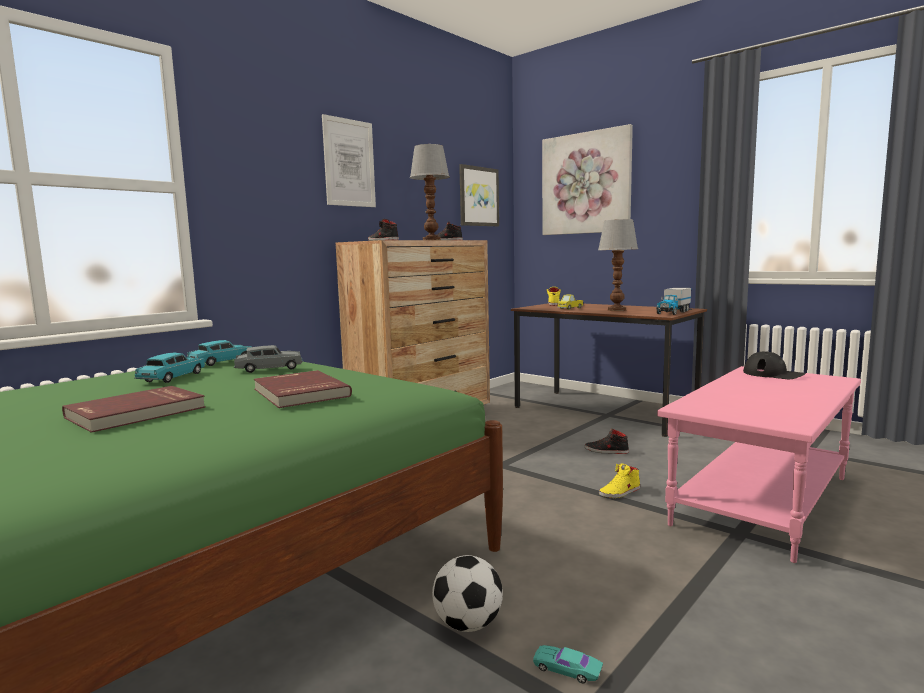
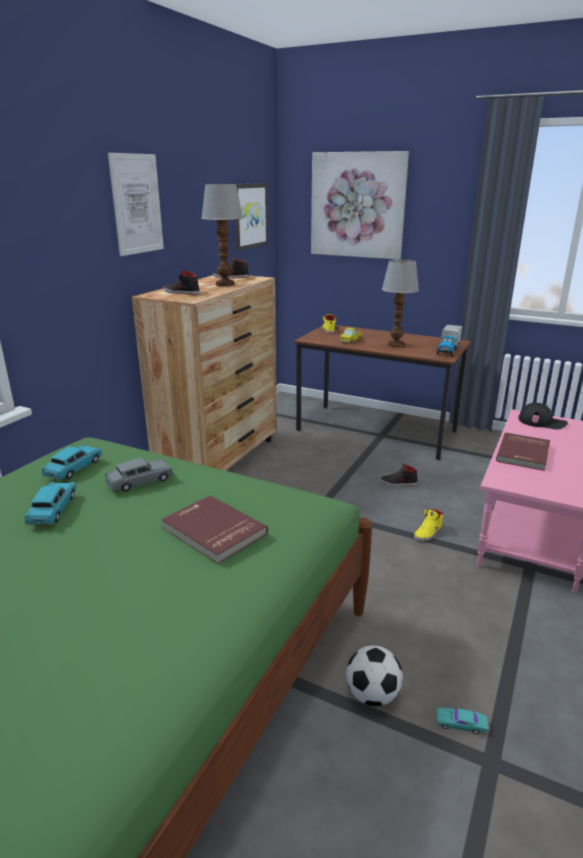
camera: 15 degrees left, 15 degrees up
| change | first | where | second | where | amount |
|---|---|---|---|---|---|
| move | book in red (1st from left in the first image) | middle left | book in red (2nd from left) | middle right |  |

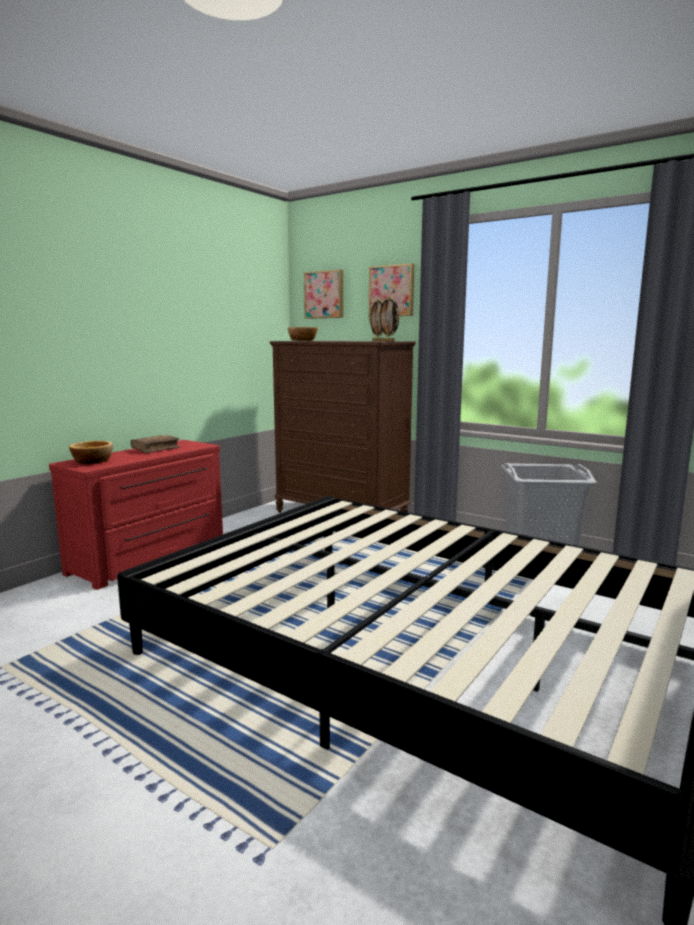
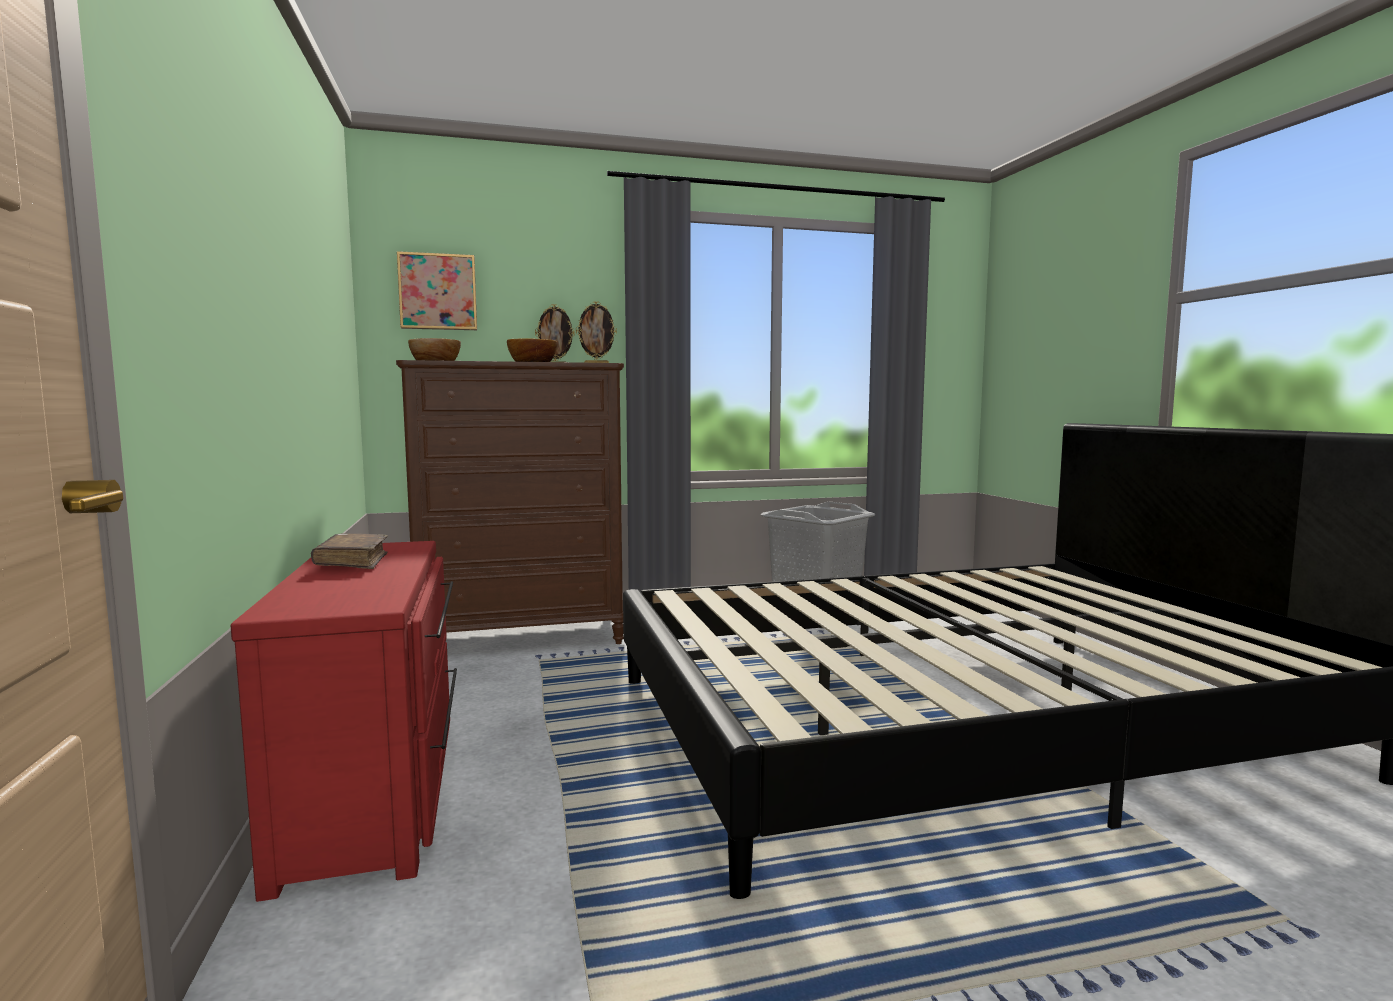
camera: 50 degrees left, 5 degrees down
| change | first | where | second | where | amount |
|---|---|---|---|---|---|
| move | bowl (1st from left in the first image) | middle left | bowl (2nd from left) | centre |  |
| delete | picture (2nd from left) | top centre |  |  |  |

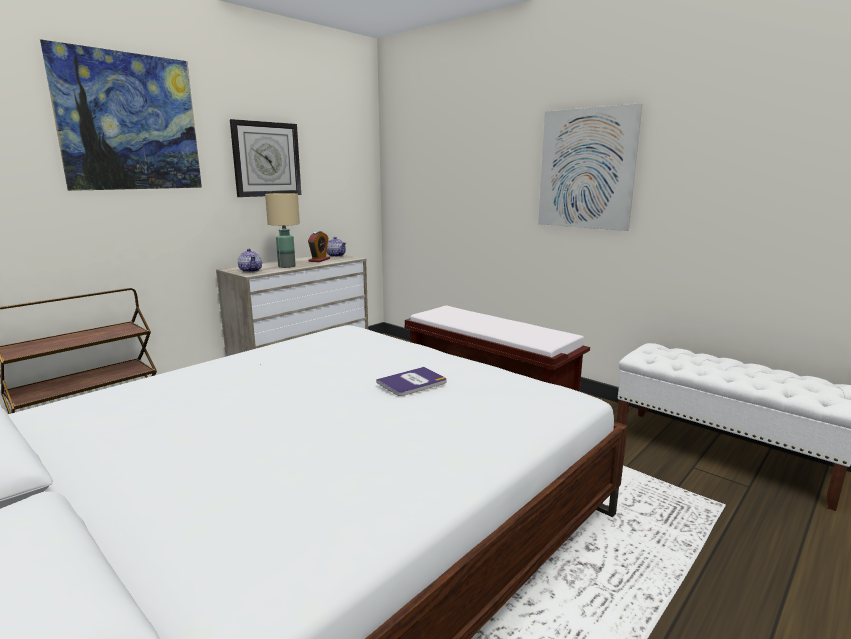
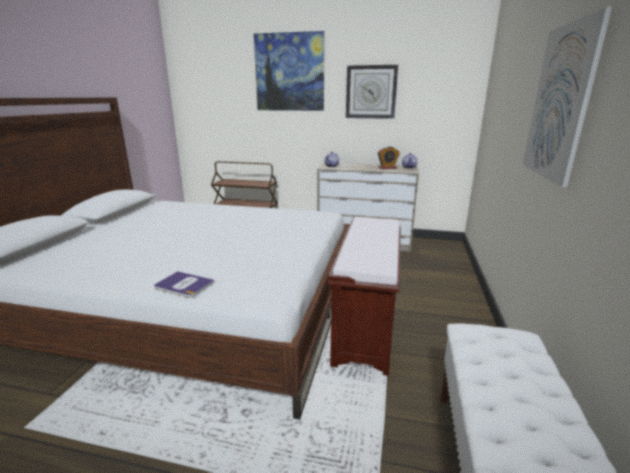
camera: 60 degrees right, 5 degrees up
| change | first | where | second | where | amount |
|---|---|---|---|---|---|
| delete | table lamp in beige | middle left |  |  |  |
| move | book | centre |  | middle left |  |

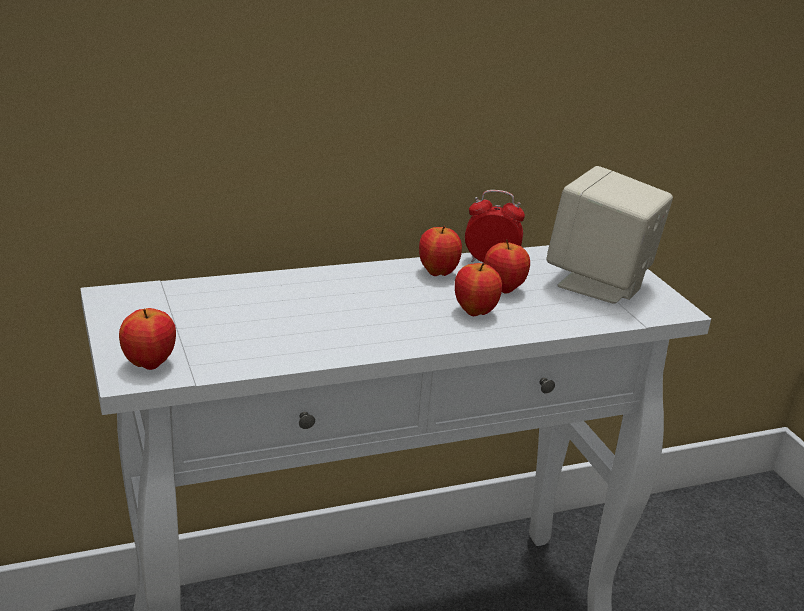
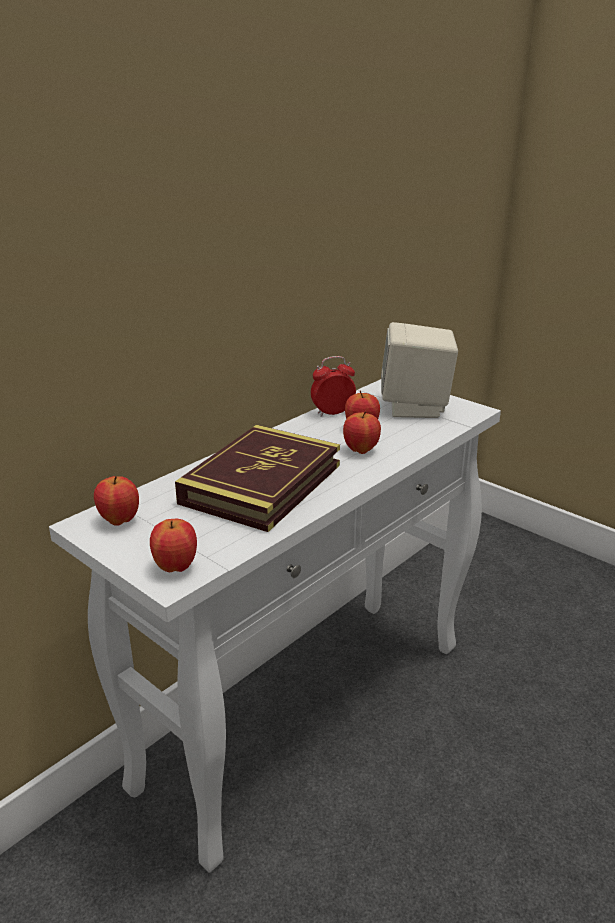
camera: 25 degrees left, 0 degrees up
| change | first | where | second | where | amount |
|---|---|---|---|---|---|
| move | apple (2nd from left in the first image) | centre | apple (1st from left) | middle left |  |
| insert |  |  | book | centre |  |

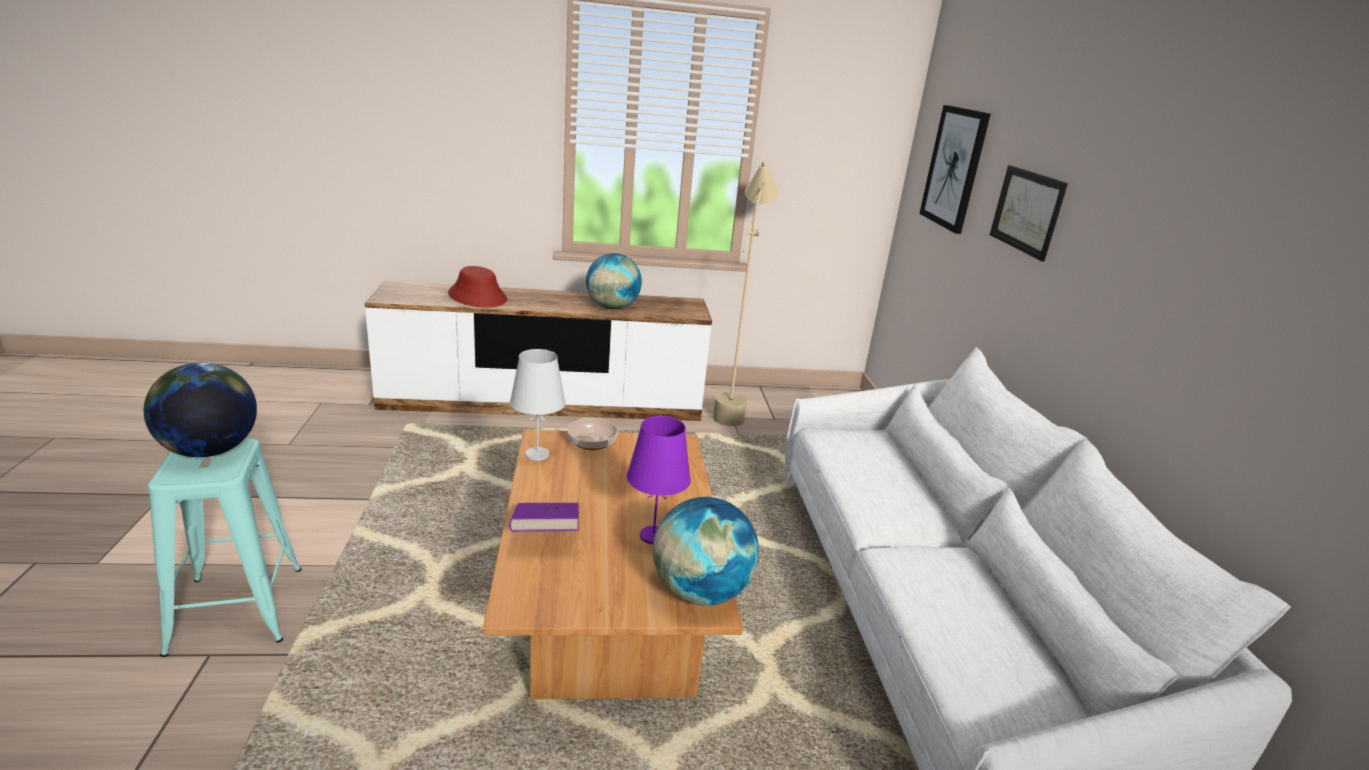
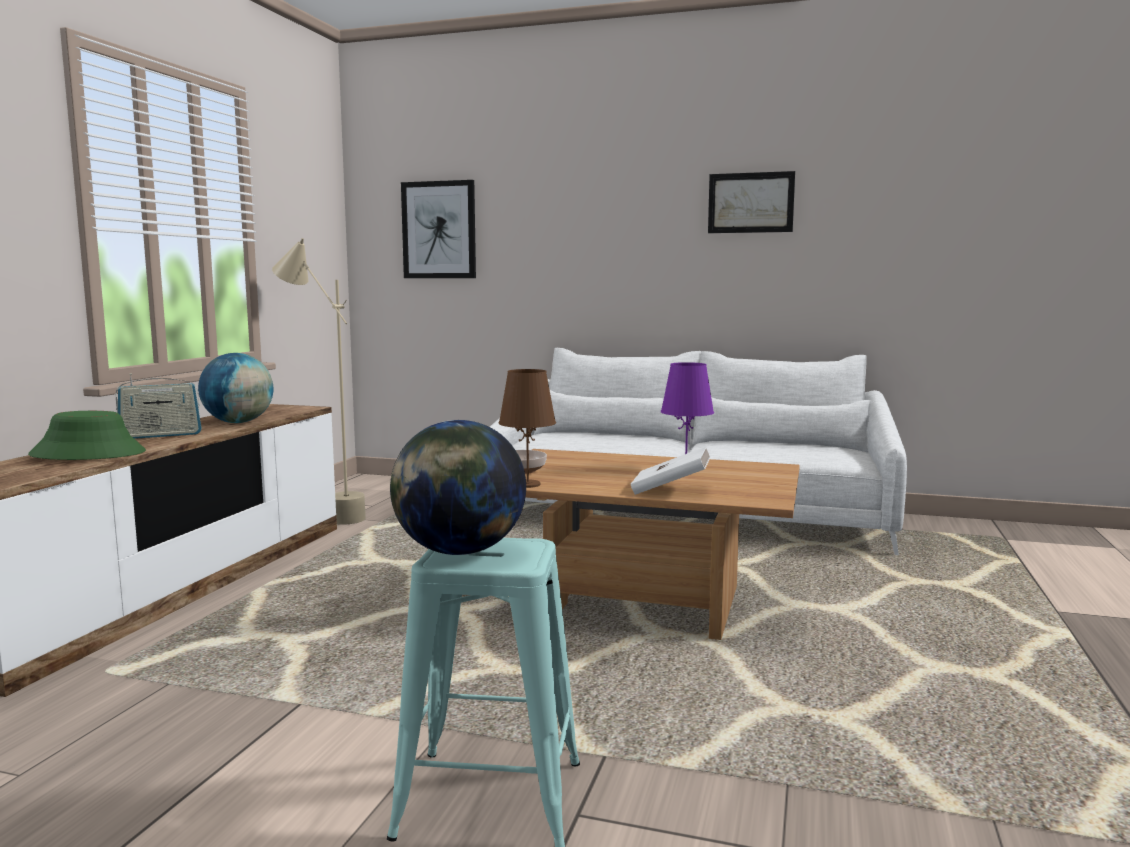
camera: 65 degrees left, 15 degrees down
| change | first | where | second | where | amount |
|---|---|---|---|---|---|
| recolor | hat in red | centre | hat in green | middle left |  |
| recolor | book in purple | bottom centre | book in white | centre |  |
| recolor | table lamp in white | centre | table lamp in brown | centre |  |
| delete | globe (3rd from left) | bottom centre |  |  |  |
| move | picture (2nd from left) | top right |  | top centre |  |
| insert |  |  | radio | middle left |  |

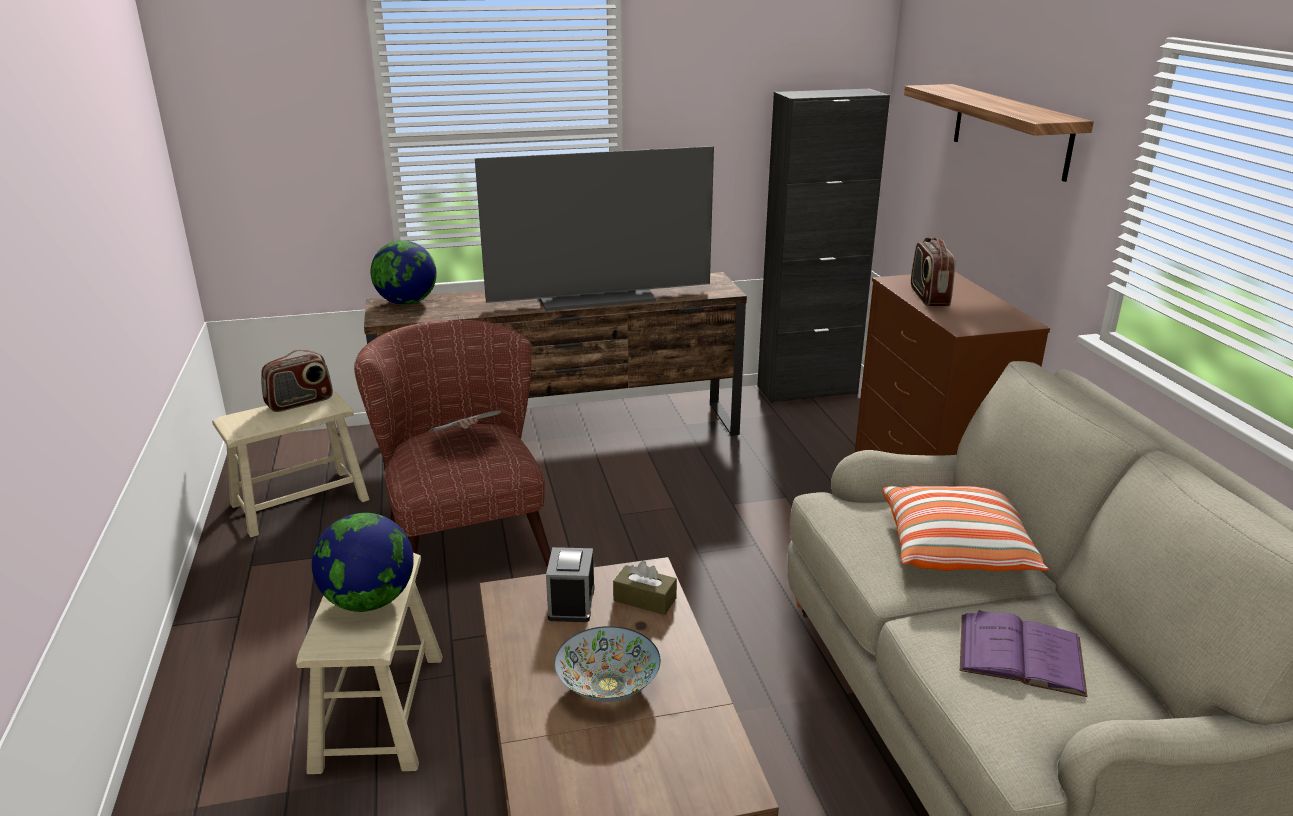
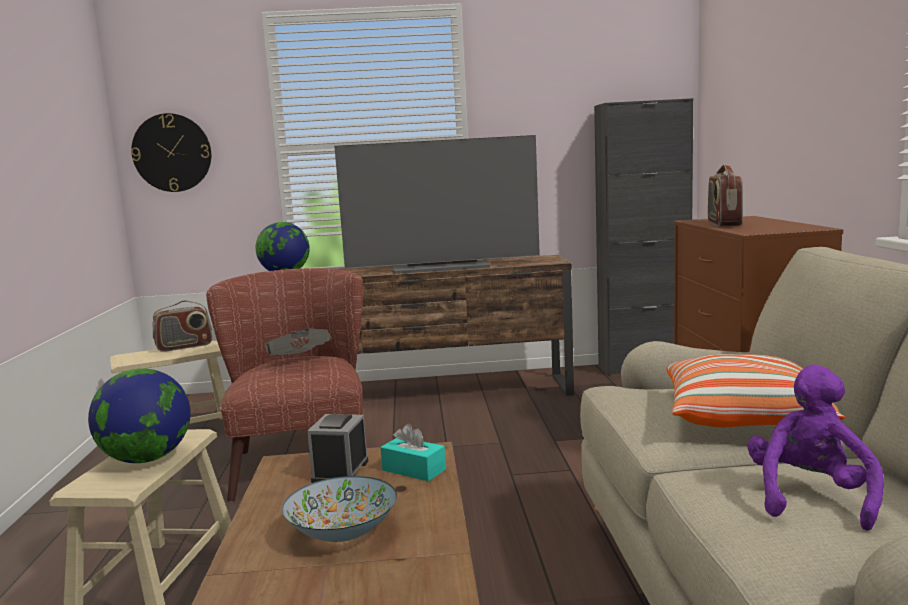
camera: 10 degrees right, 15 degrees down
| change | first | where | second | where | amount |
|---|---|---|---|---|---|
| recolor | tissue box in brown | bottom centre | tissue box in turquoise | bottom centre |  |
| delete | shelf | top right |  |  |  |
| replace | book in purple | bottom right | plush toy in purple | bottom right |  |
| insert |  |  | wall clock | top left |  |

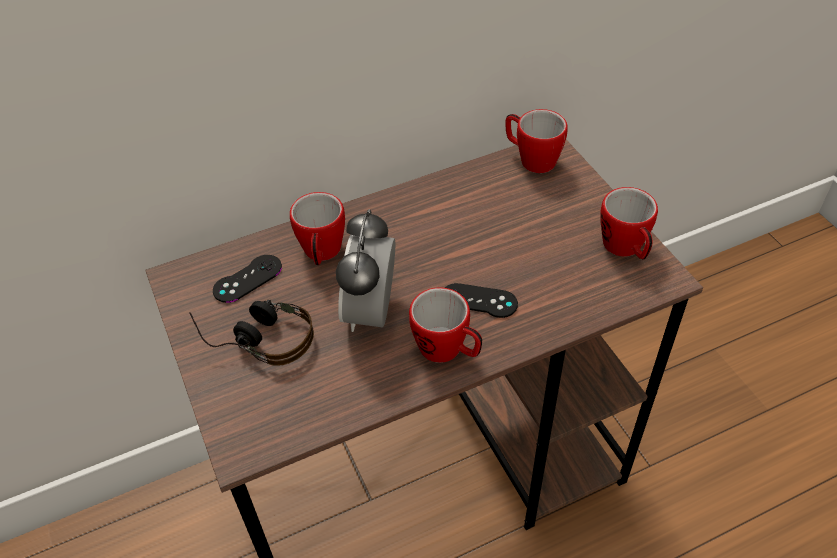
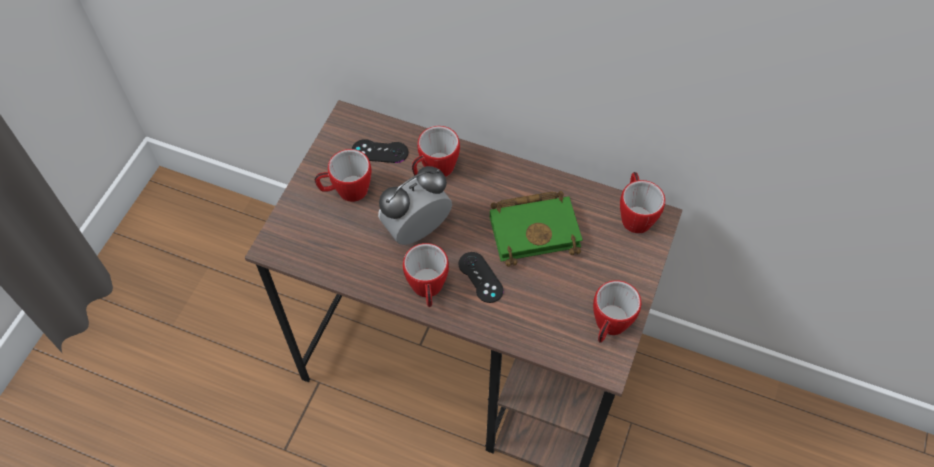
camera: 45 degrees right, 10 degrees up
| change | first | where | second | where | amount |
|---|---|---|---|---|---|
| replace | headphones | middle left | mug (1st from left) | centre |  |
| insert |  |  | book in green | centre |  |

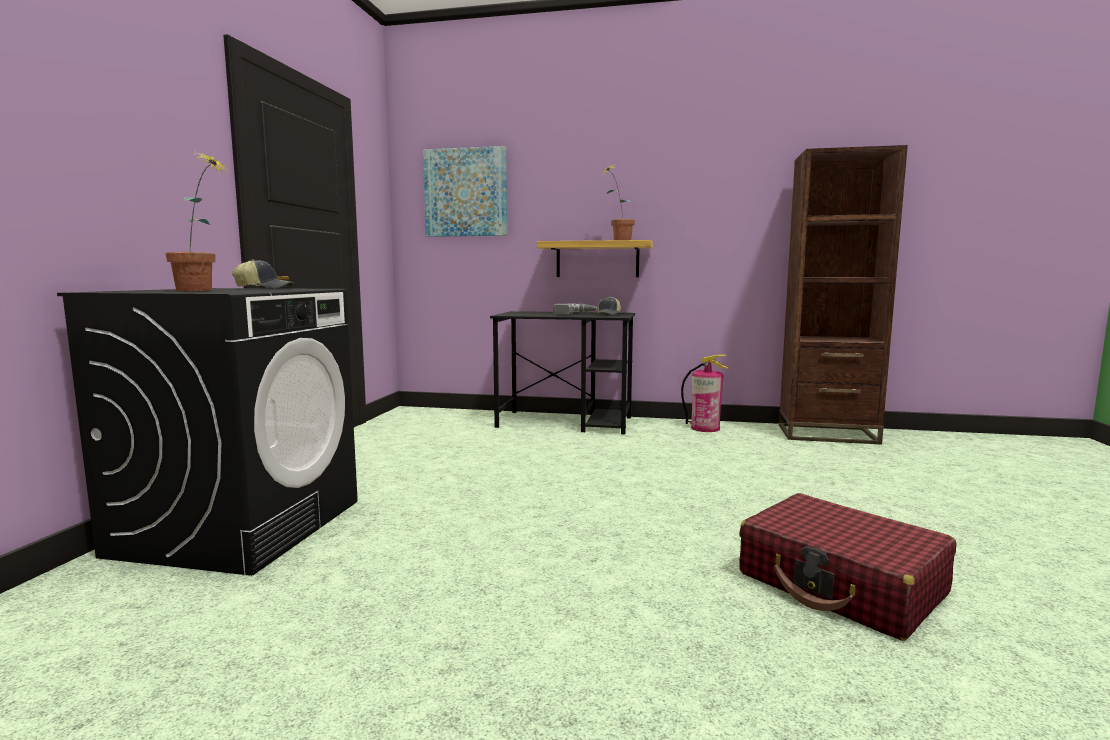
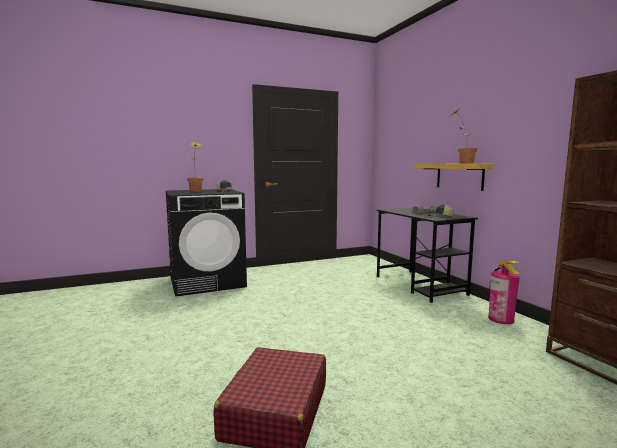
camera: 55 degrees right, 0 degrees up
| change | first | where | second | where | amount |
|---|---|---|---|---|---|
| delete | picture | top centre |  |  |  |

